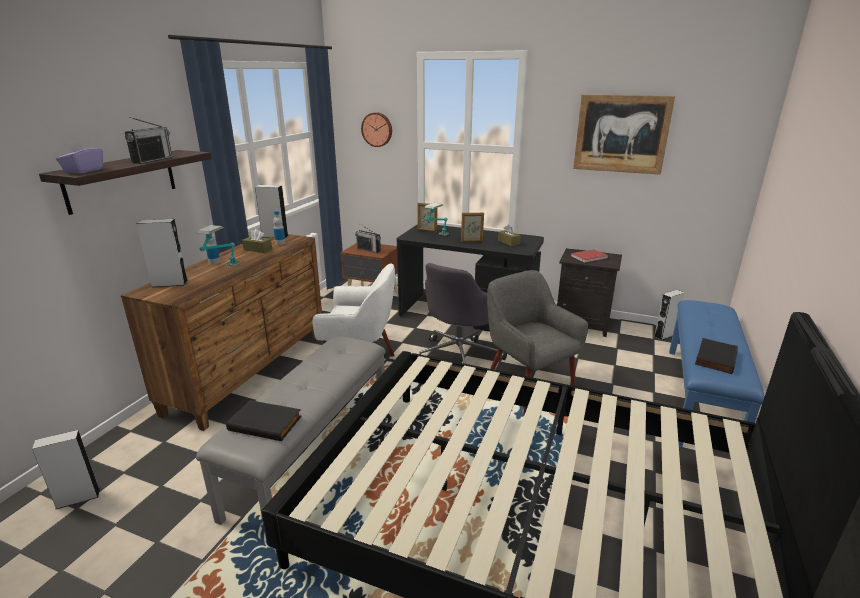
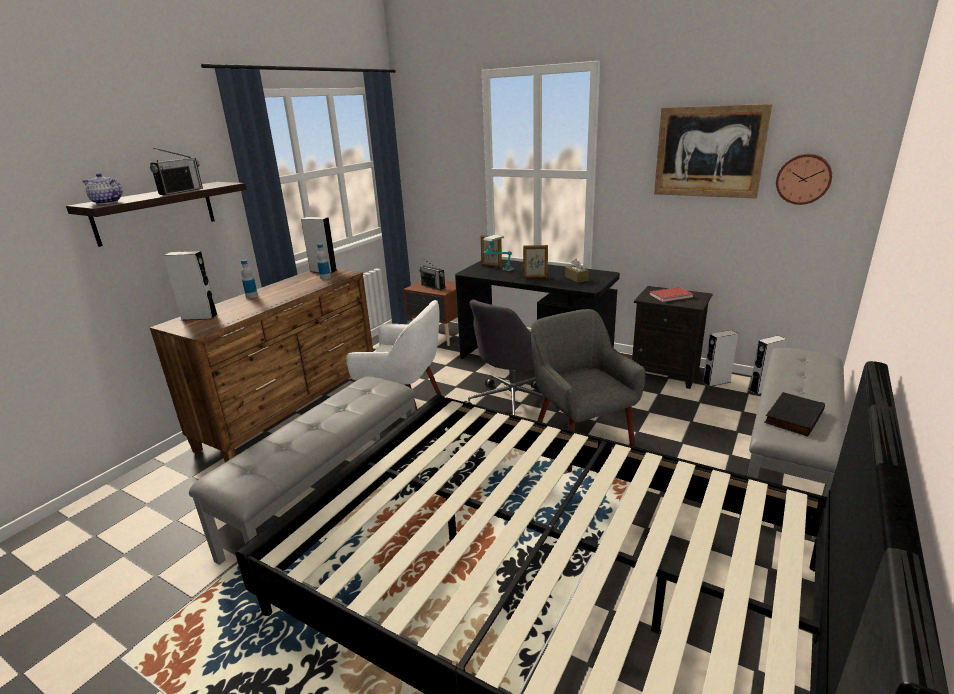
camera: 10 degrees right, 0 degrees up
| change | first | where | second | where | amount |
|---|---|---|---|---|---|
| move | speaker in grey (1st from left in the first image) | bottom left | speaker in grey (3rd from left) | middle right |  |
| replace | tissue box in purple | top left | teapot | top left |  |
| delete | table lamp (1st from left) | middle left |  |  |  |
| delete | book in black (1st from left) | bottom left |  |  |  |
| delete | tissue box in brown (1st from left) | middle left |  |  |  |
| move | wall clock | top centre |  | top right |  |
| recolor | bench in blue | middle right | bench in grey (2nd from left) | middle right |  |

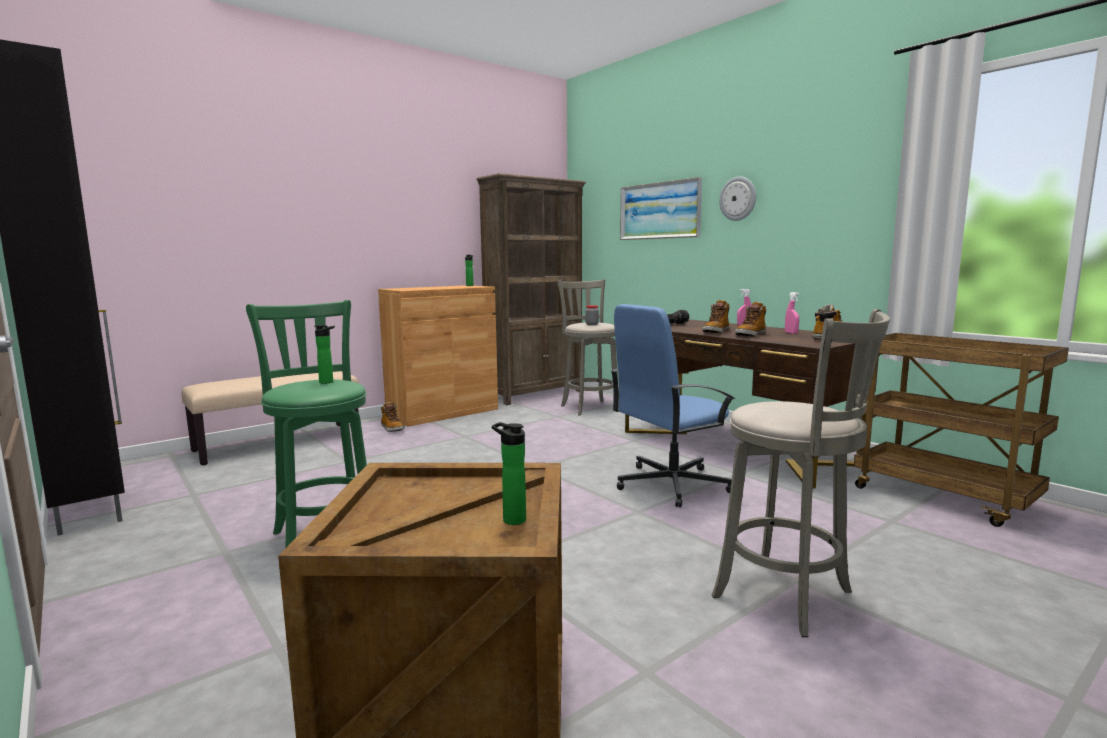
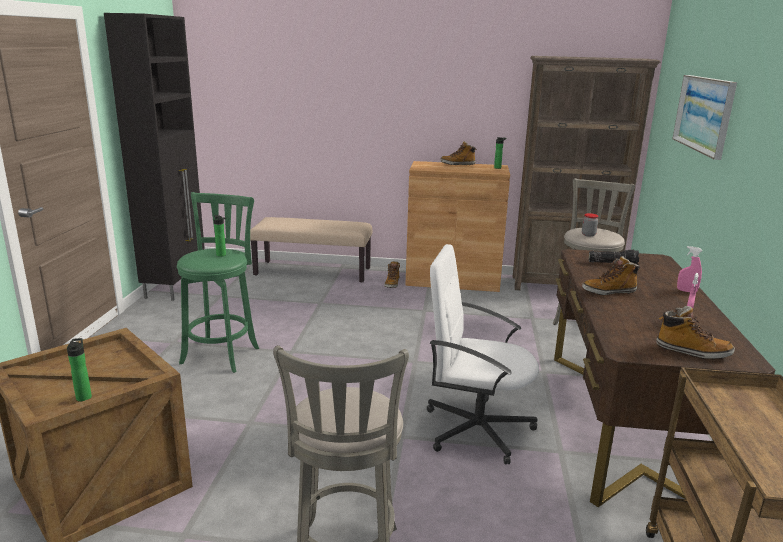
camera: 45 degrees right, 10 degrees up
| change | first | where | second | where | amount |
|---|---|---|---|---|---|
| recolor | office chair in blue | centre | office chair in white | centre |  |
| delete | wall clock | top centre |  |  |  |
| move | boot (3rd from left in the first image) | middle right | boot (2nd from left) | top centre |  |

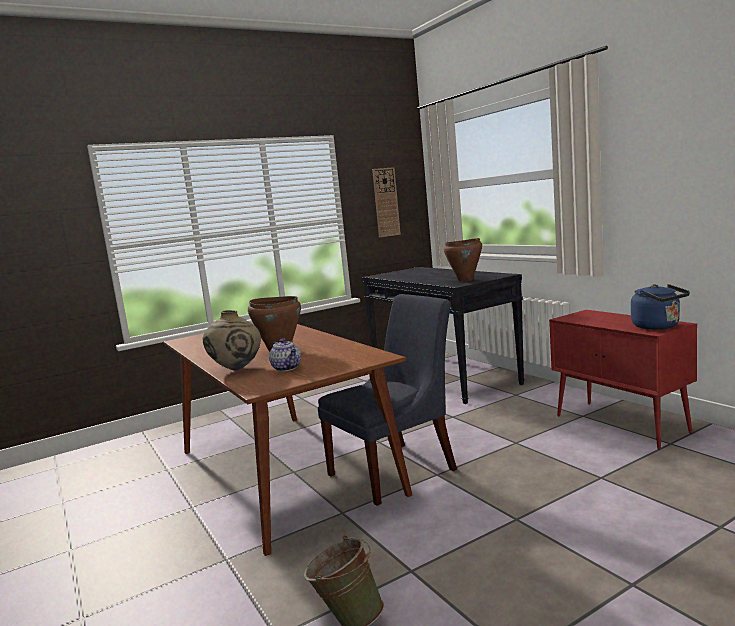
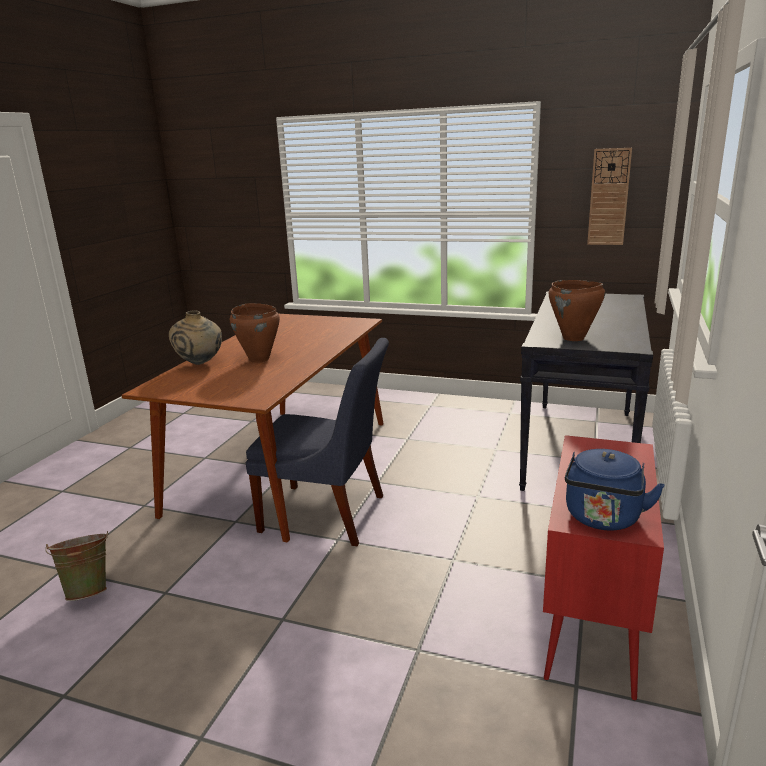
camera: 50 degrees right, 10 degrees up
| change | first | where | second | where | amount |
|---|---|---|---|---|---|
| delete | teapot | centre |  |  |  |

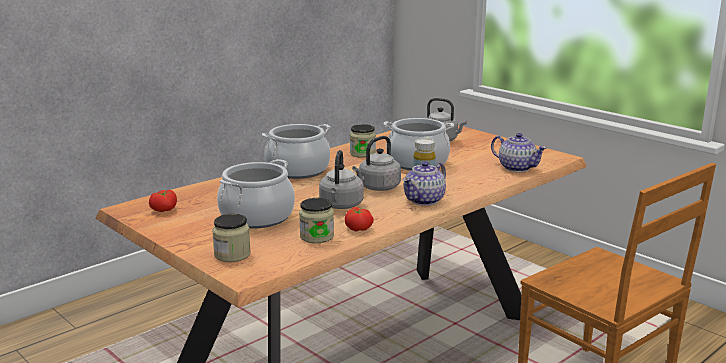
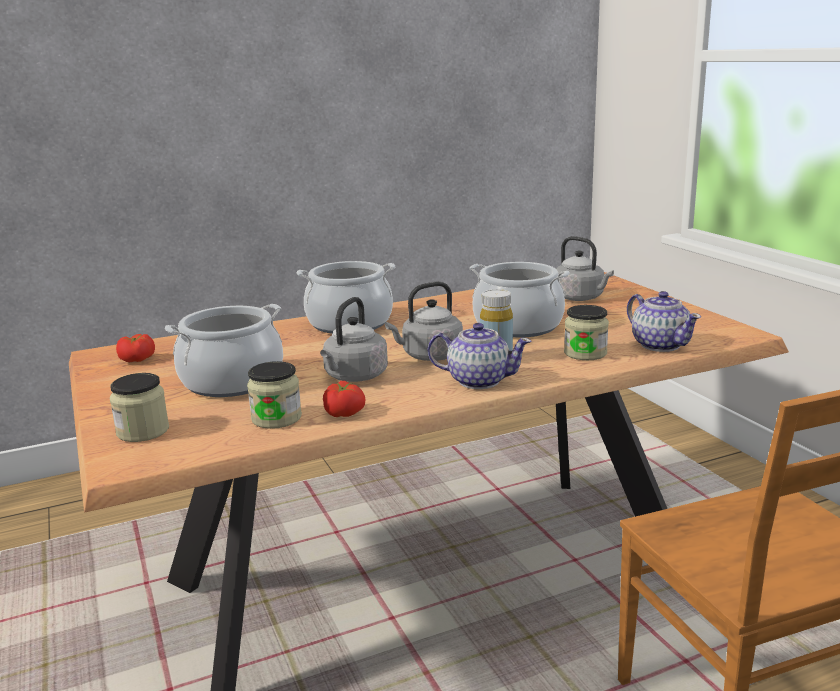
camera: 20 degrees right, 0 degrees up
| change | first | where | second | where | amount |
|---|---|---|---|---|---|
| move | jar (3rd from left) | centre |  | middle right |  |
| rotate | teapot (1st from left) | centre |  | centre | 135 degrees counterclockwise |

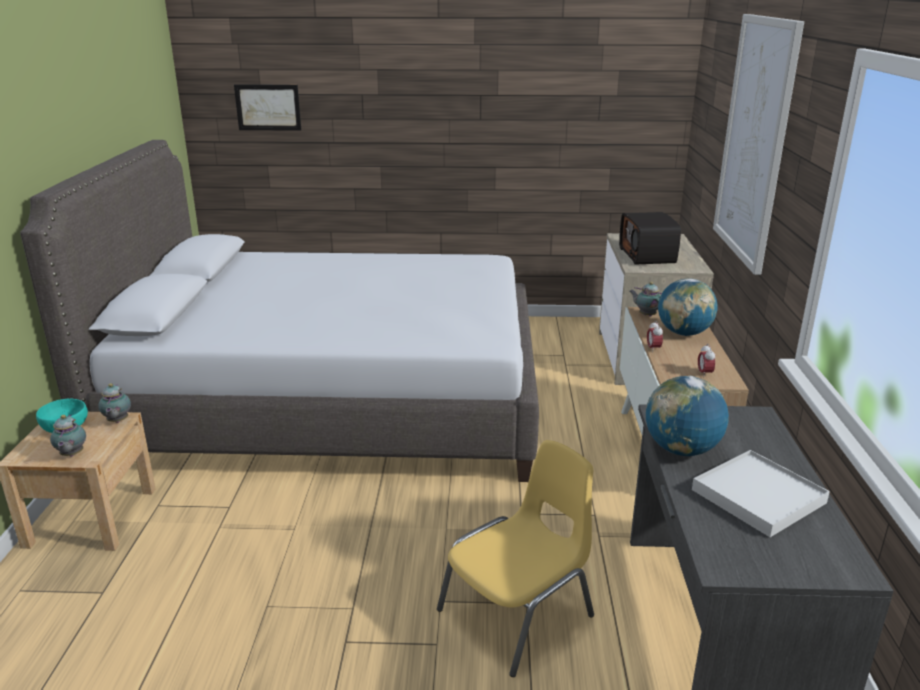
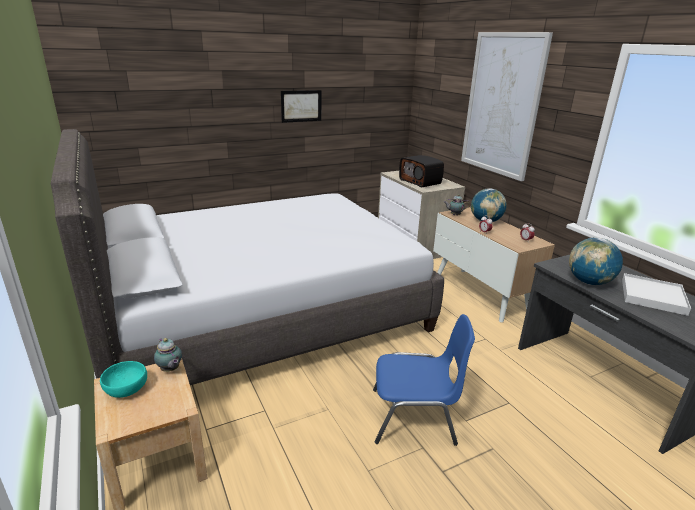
camera: 30 degrees left, 0 degrees up
| change | first | where | second | where | amount |
|---|---|---|---|---|---|
| delete | teapot (1st from left) | middle left |  |  |  |
| move | picture (1st from left) | top left |  | top centre |  |
| delete | chair in yellow | bottom centre |  |  |  |
| insert |  |  | chair in blue | bottom centre |  |

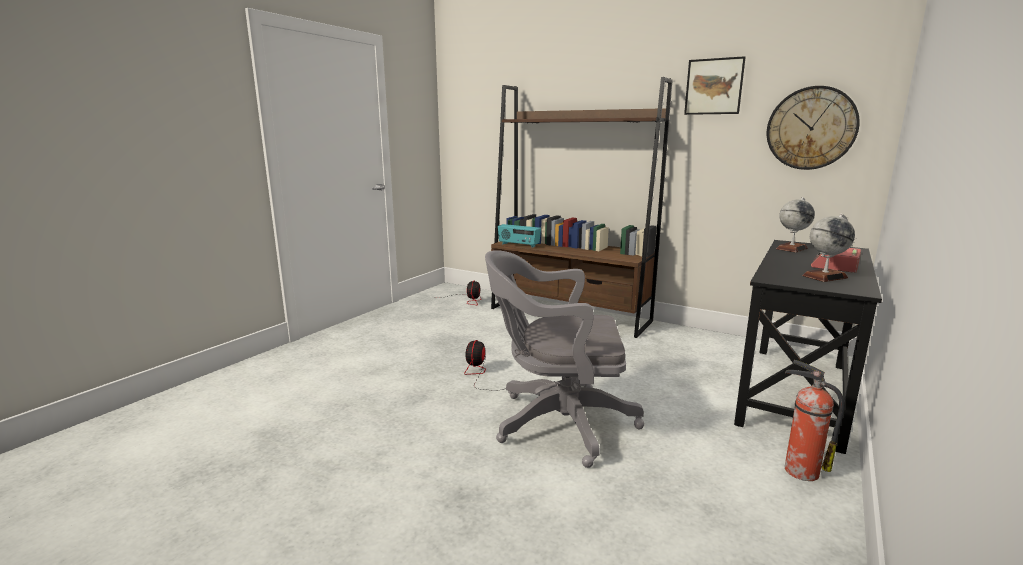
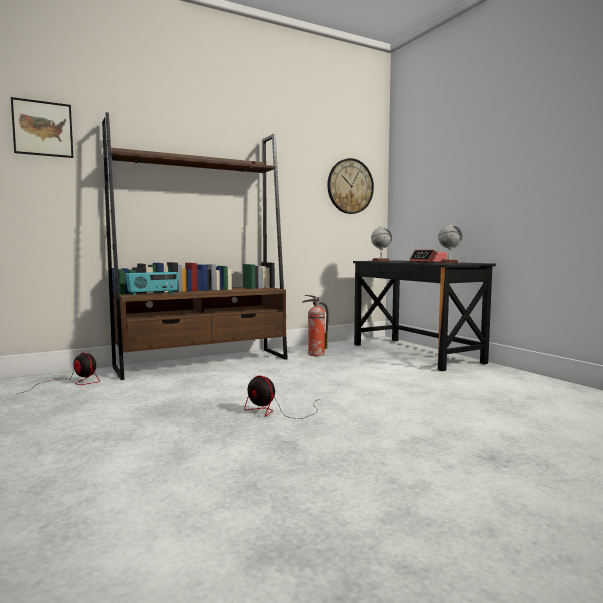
camera: 60 degrees left, 10 degrees down
| change | first | where | second | where | amount |
|---|---|---|---|---|---|
| delete | office chair in grey | centre |  |  |  |
| move | picture | top right |  | top left |  |
| move | fire extinguisher | bottom right |  | centre |  |

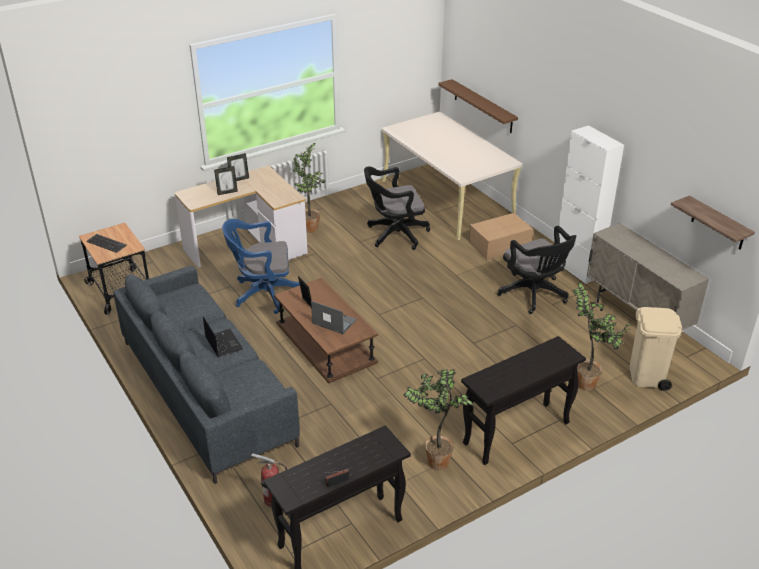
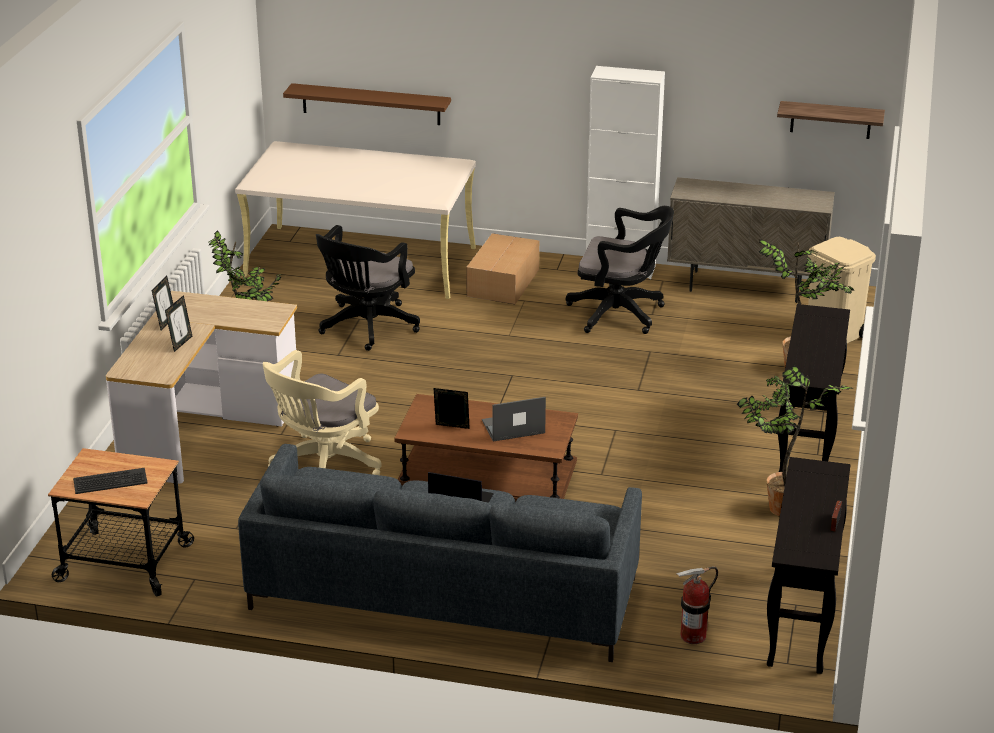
camera: 45 degrees left, 5 degrees down
| change | first | where | second | where | amount |
|---|---|---|---|---|---|
| recolor | office chair in blue | centre | office chair in beige | middle left |  |

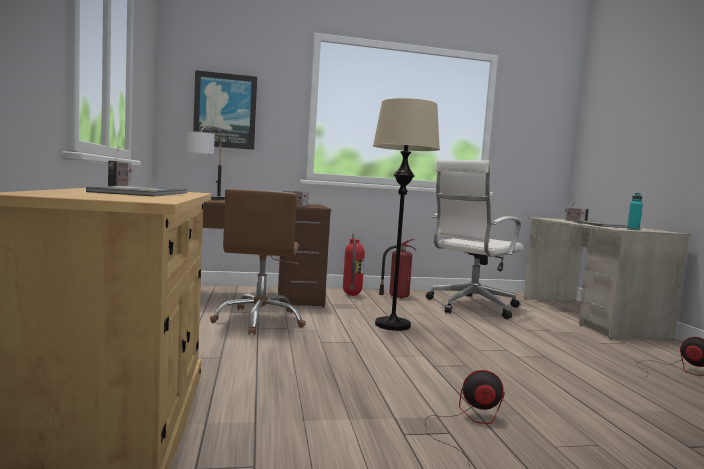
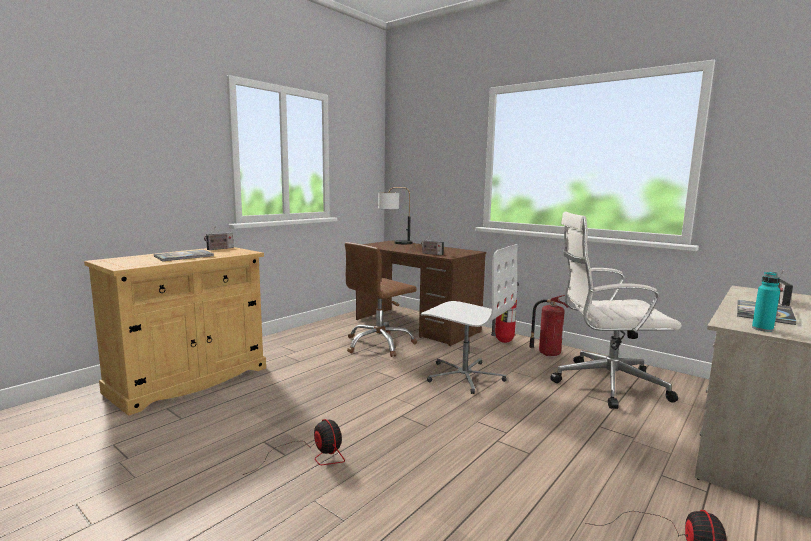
camera: 50 degrees right, 5 degrees up
| change | first | where | second | where | amount |
|---|---|---|---|---|---|
| delete | picture | top left |  |  |  |
| replace | floor lamp in beige | centre | office chair in white (1st from left) | centre |  |

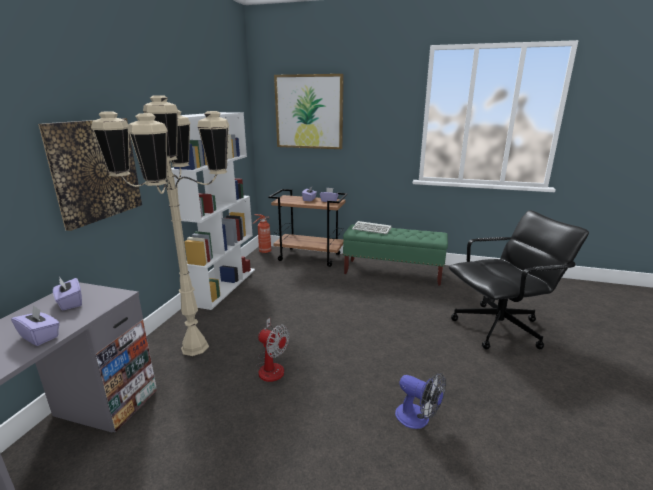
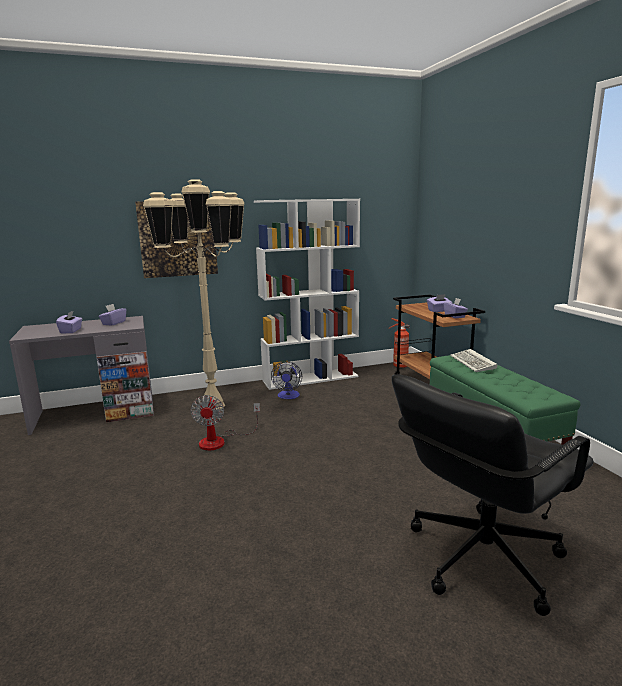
camera: 55 degrees right, 5 degrees down
| change | first | where | second | where | amount |
|---|---|---|---|---|---|
| delete | picture (2nd from left) | top centre |  |  |  |
| move | fan (2nd from left) | bottom centre |  | centre |  |
| rotate | office chair in black | middle right |  | bottom right | 105 degrees clockwise |

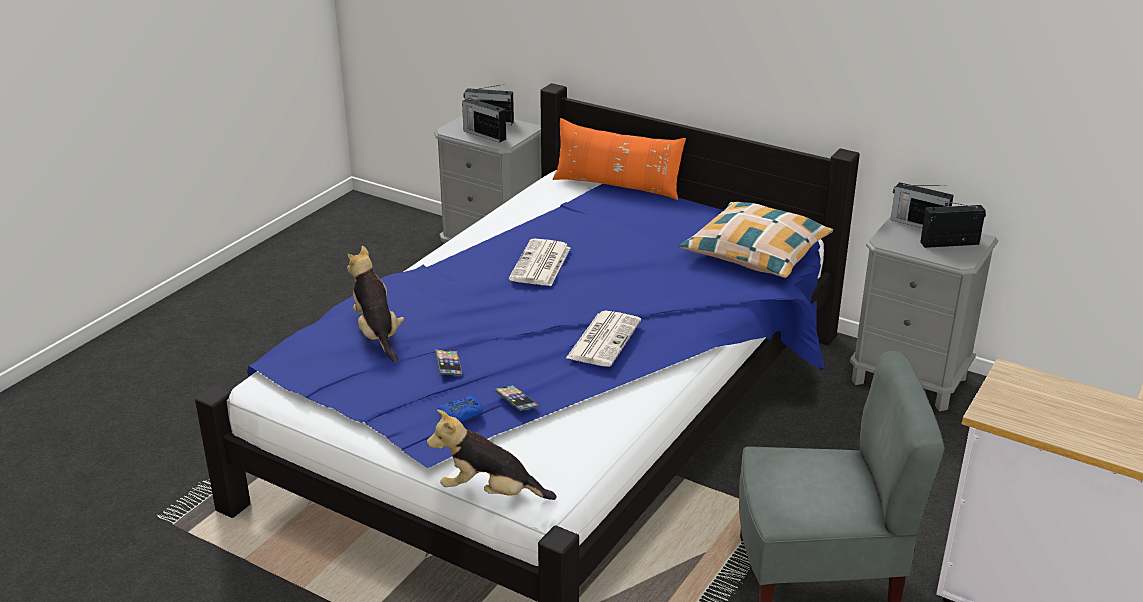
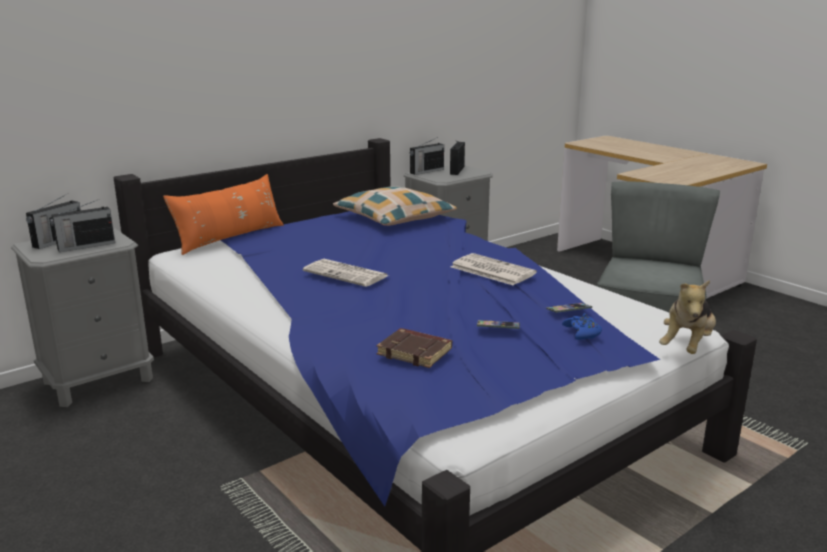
camera: 70 degrees left, 10 degrees down
| change | first | where | second | where | amount |
|---|---|---|---|---|---|
| replace | plush toy (1st from left) | middle left | book in brown | centre |  |

